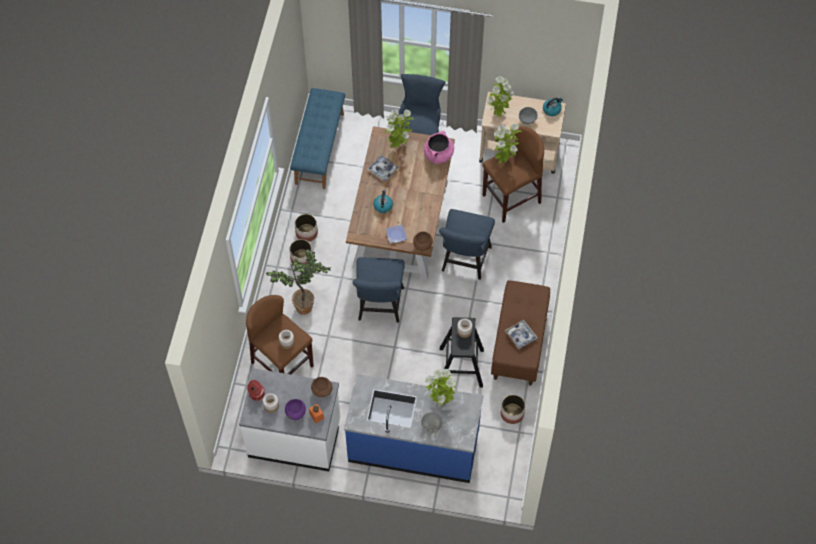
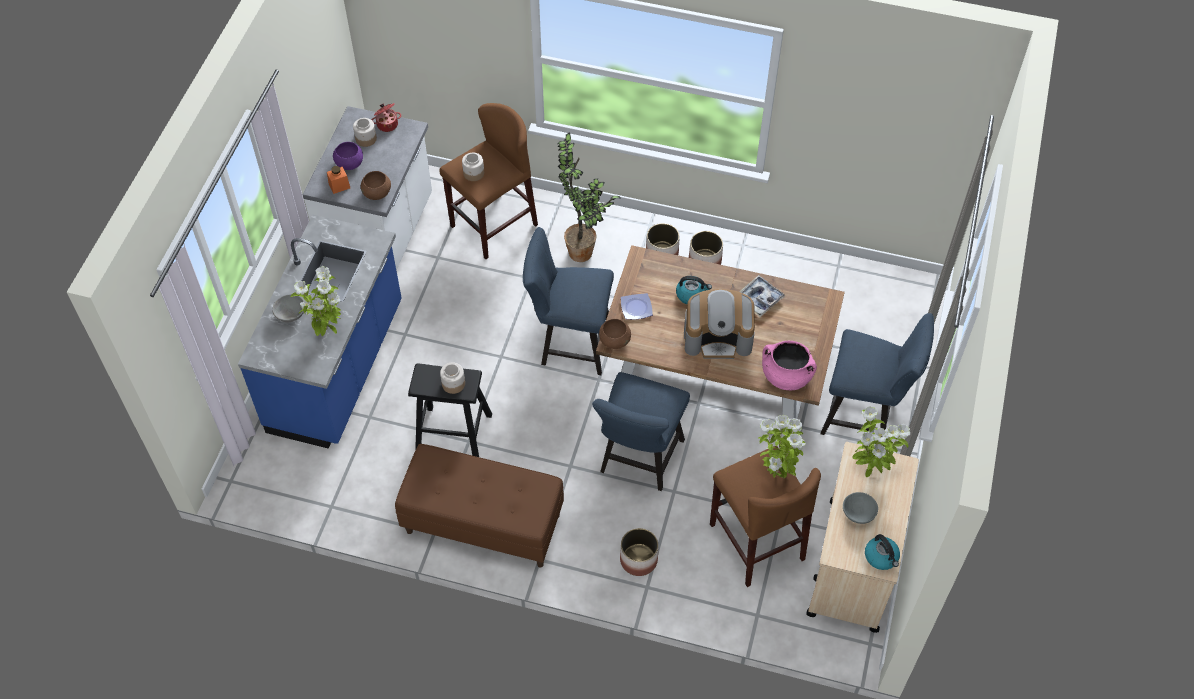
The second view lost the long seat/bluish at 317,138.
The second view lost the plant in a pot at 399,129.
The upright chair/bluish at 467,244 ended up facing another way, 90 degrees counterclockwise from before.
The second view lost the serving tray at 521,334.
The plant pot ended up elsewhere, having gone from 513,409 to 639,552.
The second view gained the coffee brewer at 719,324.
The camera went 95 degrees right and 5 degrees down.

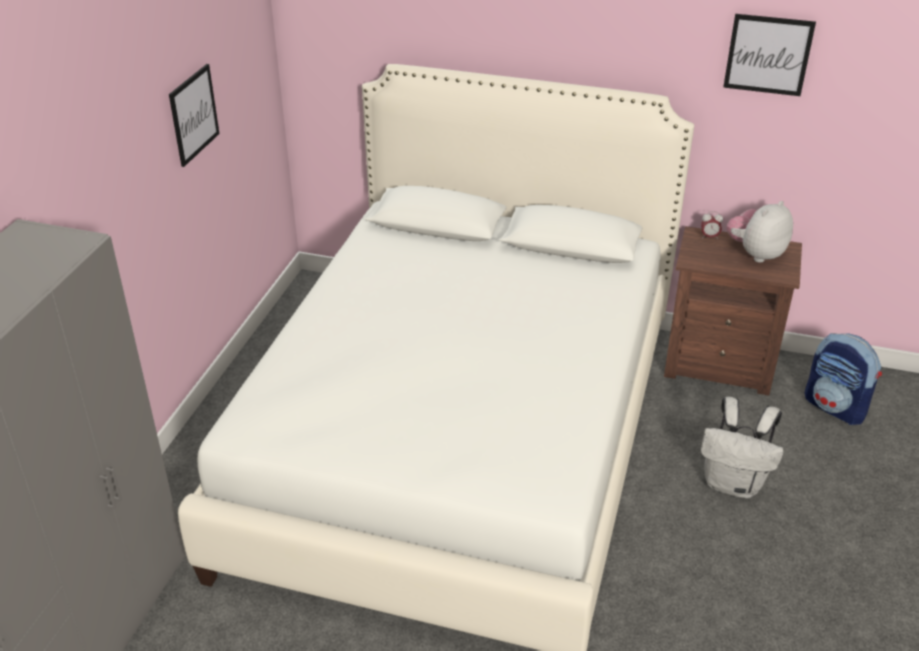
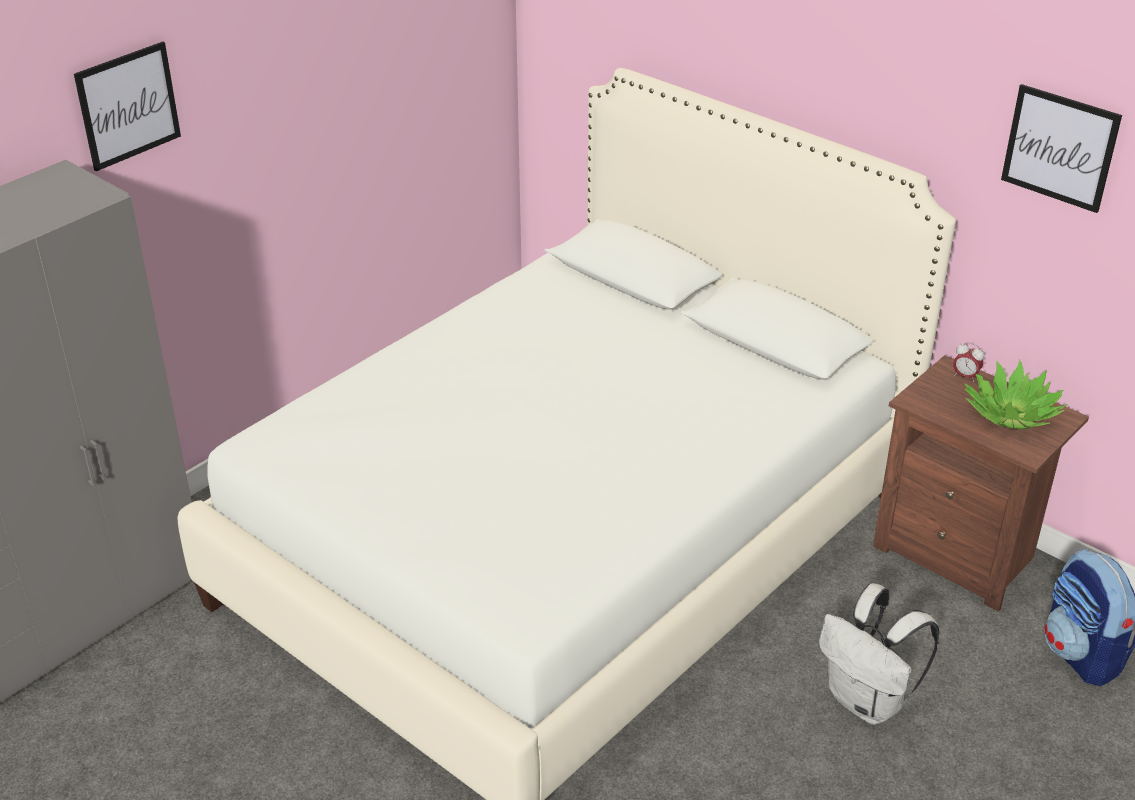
The picture ended up elsewhere, having gone from 194,115 to 127,106.
Where the cuddly toy stood at 760,232, the plant in a pot came to stand at 1016,394.
The camera went 25 degrees right and 0 degrees up.

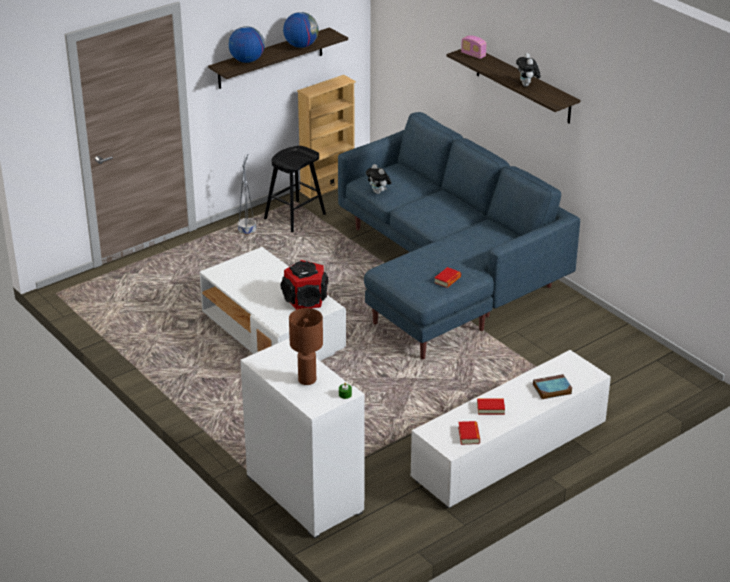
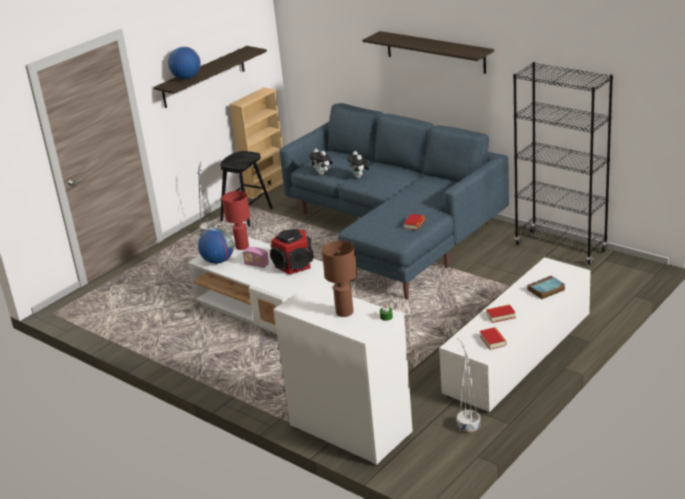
The globe ended up elsewhere, having gone from 300,30 to 216,246.
The radio set ended up elsewhere, having gone from 474,47 to 256,257.
The cuddly toy ended up elsewhere, having gone from 528,70 to 358,164.
The second view gained the bookshelf/blackish at 563,163.
The second view gained the lamp for a table/reddish at 236,220.
The second view gained the plant pot/whitish at 468,385.
The camera went 10 degrees left and 5 degrees down.

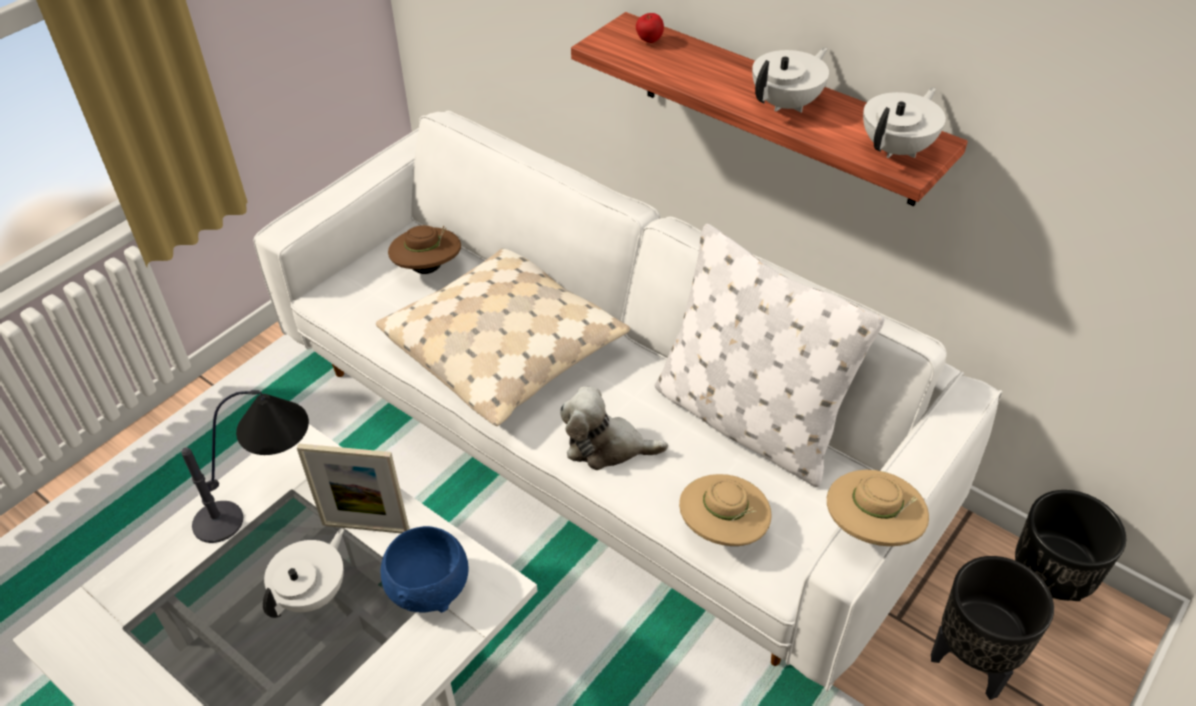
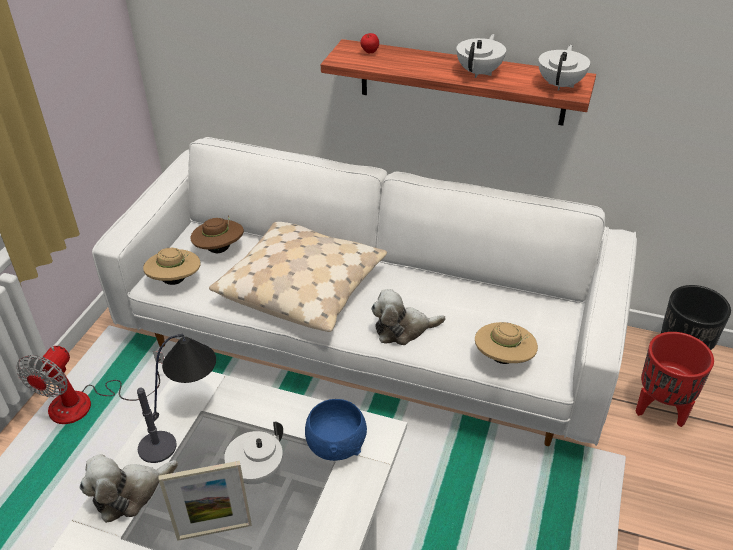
The second view lost the throw pillow/whitish at 769,355.
The standing frame ended up elsewhere, having gone from 353,488 to 205,501.
The hat/sand-coloured ended up elsewhere, having gone from 878,508 to 171,266.
The tea pot/whitish at 303,573 ended up facing another way, 150 degrees counterclockwise from before.
What was the plant pot/blackish at 992,628 turned into the plant pot/reddish at 674,379.
The second view gained the electric fan at 90,385.
The second view gained the cuddly toy at 128,488.
The camera went 20 degrees left and 5 degrees down.

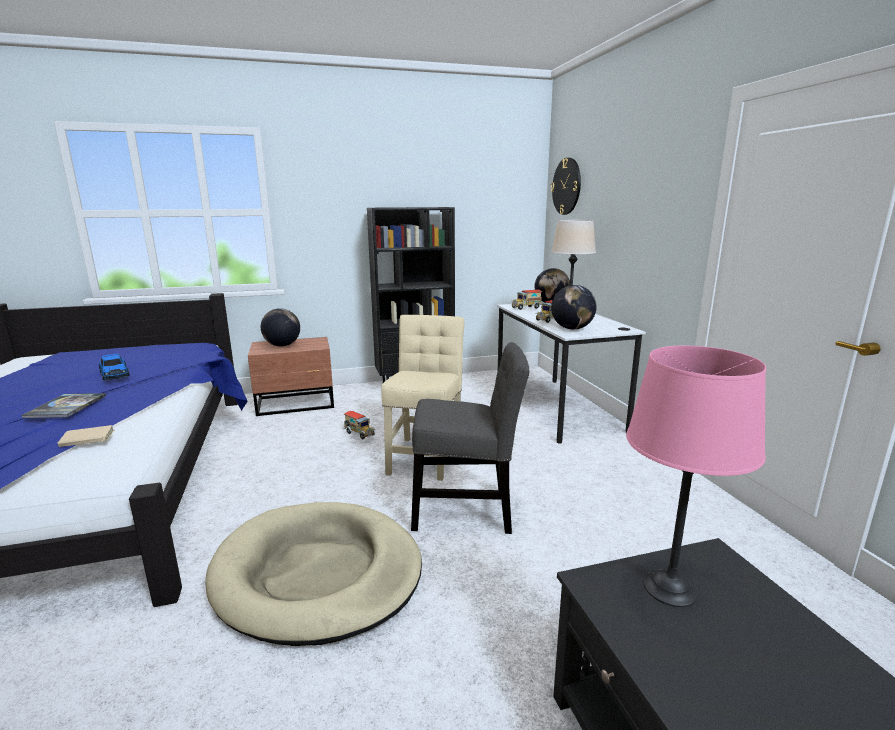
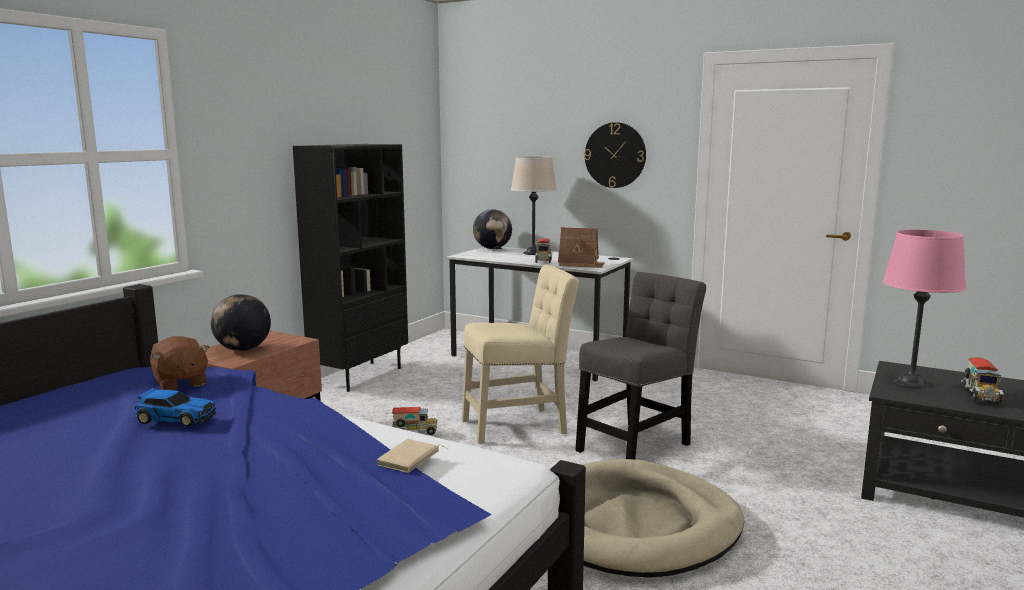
The hanging clock ended up elsewhere, having gone from 566,186 to 615,155.
Where the globe stood at 574,307, the model house came to stand at 581,247.
The model truck ended up elsewhere, having gone from 526,300 to 982,381.
The upright chair/sand-coloured at 422,398 ended up facing another way, 105 degrees clockwise from before.
The second view lost the book at 63,405.
The second view gained the cuddly toy/brownish at 180,363.
The camera went 45 degrees left and 5 degrees down.

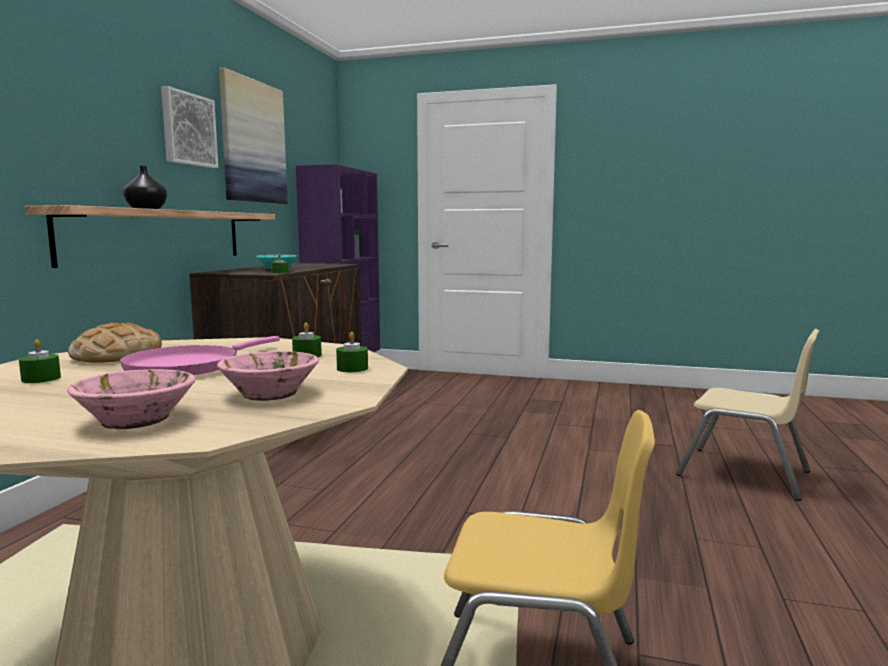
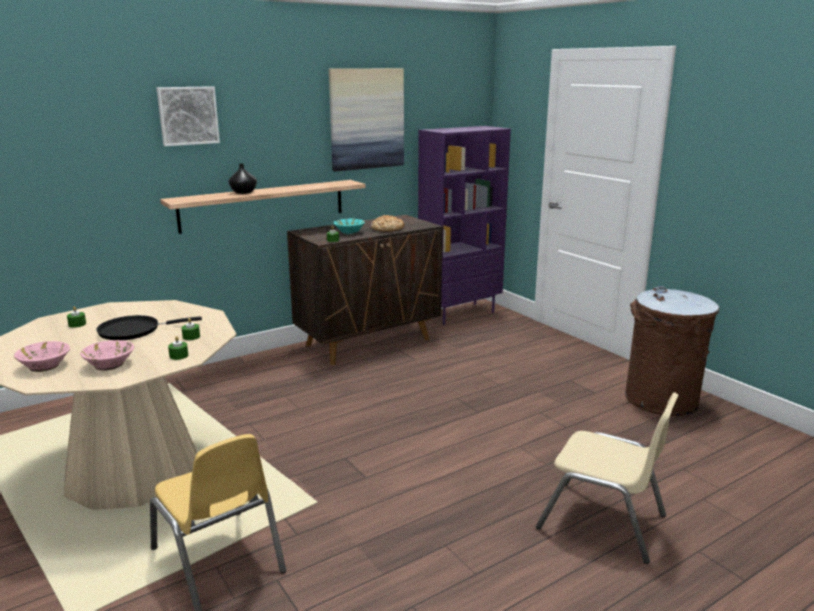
The picture ended up elsewhere, having gone from 189,127 to 188,116.
The bakery bread ended up elsewhere, having gone from 115,343 to 387,223.
The upright chair/sand-coloured at 748,415 ended up facing another way, 45 degrees counterclockwise from before.
What was the pan/pink-coloured at 200,355 turned into the pan/blackish at 149,327.
The second view gained the rubbish bin/brownish at 672,351.
The camera went 40 degrees right and 10 degrees up.

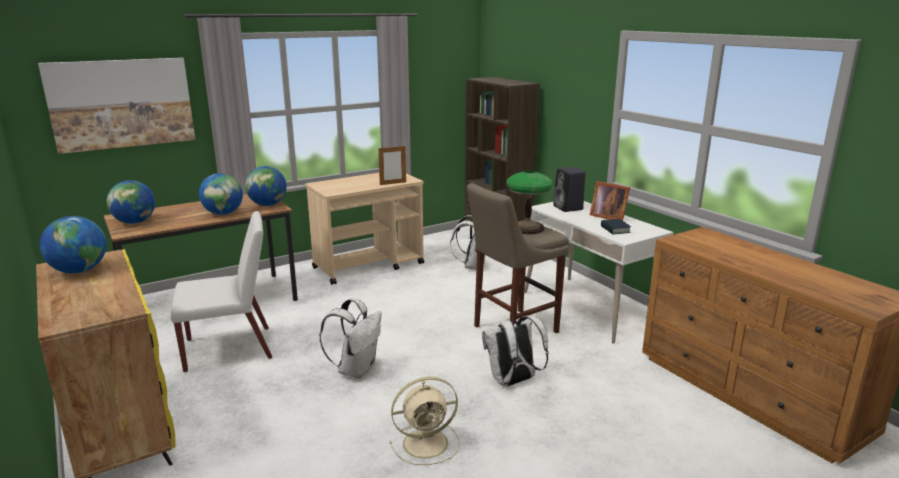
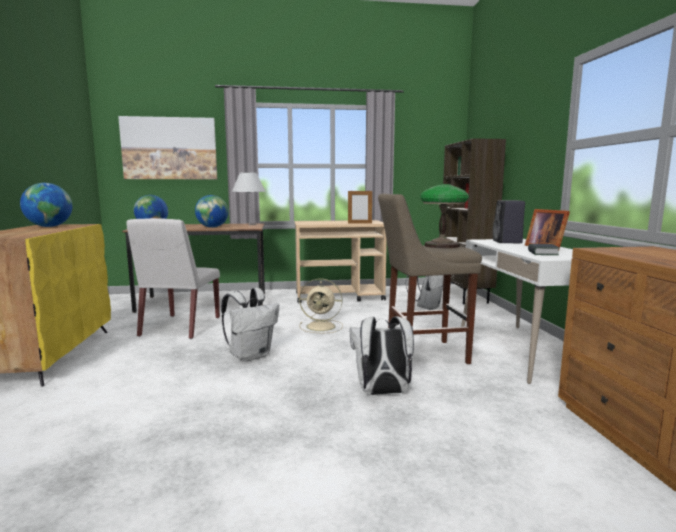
Where the globe stood at 266,186, the lamp for a table/whitish came to stand at 249,194.
The upright chair/whitish at 221,291 ended up facing another way, 90 degrees clockwise from before.
The electric fan/sand-coloured ended up elsewhere, having gone from 424,421 to 321,306.
The camera went 25 degrees right and 10 degrees down.

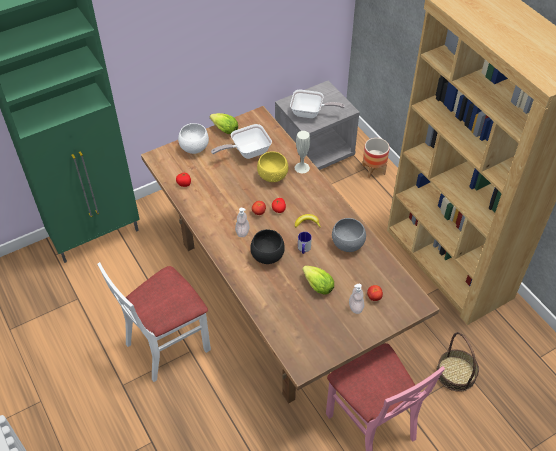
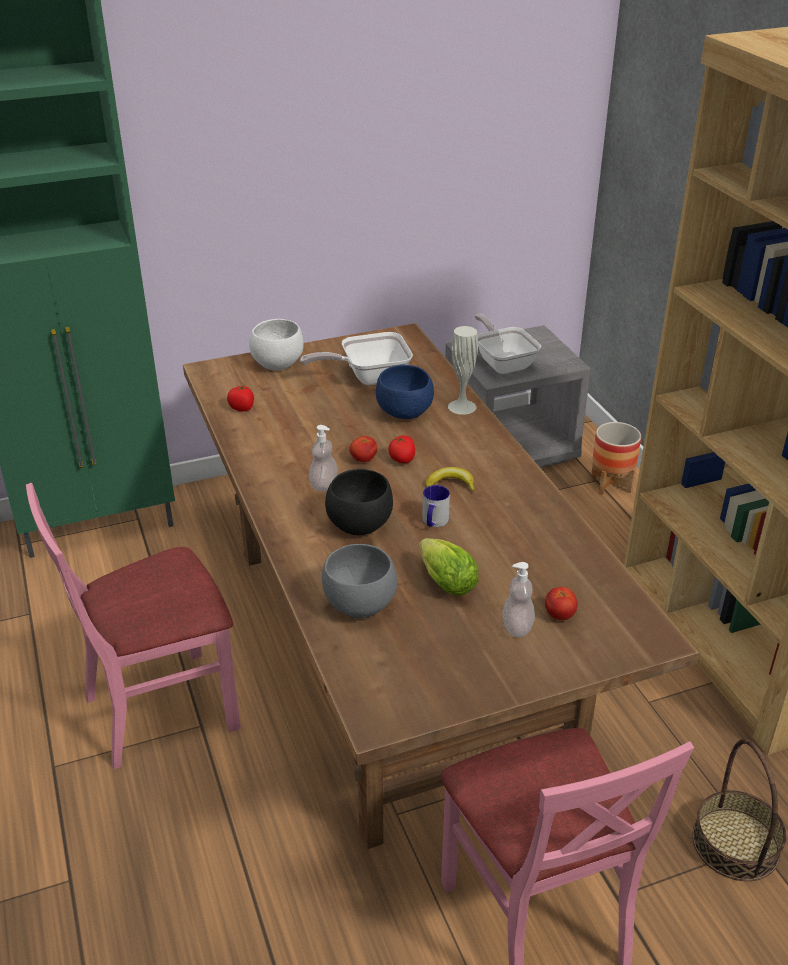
The pan at 317,104 ended up facing another way, 135 degrees counterclockwise from before.
The second view lost the lettuce at 224,123.
What was the deep dish/yellow-coloured at 272,166 turned into the deep dish/bluish at 405,392.
The deep dish/grey ended up elsewhere, having gone from 349,235 to 359,581.
What was the upright chair/whitish at 154,322 turned into the upright chair/pink-coloured at 133,626.
The camera went 10 degrees right and 15 degrees down.

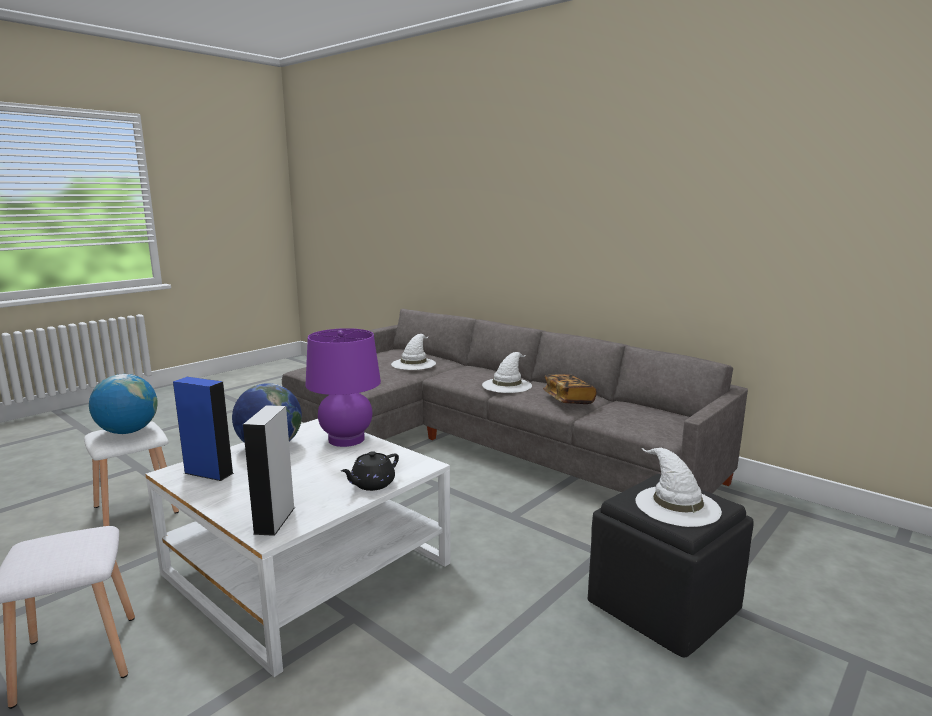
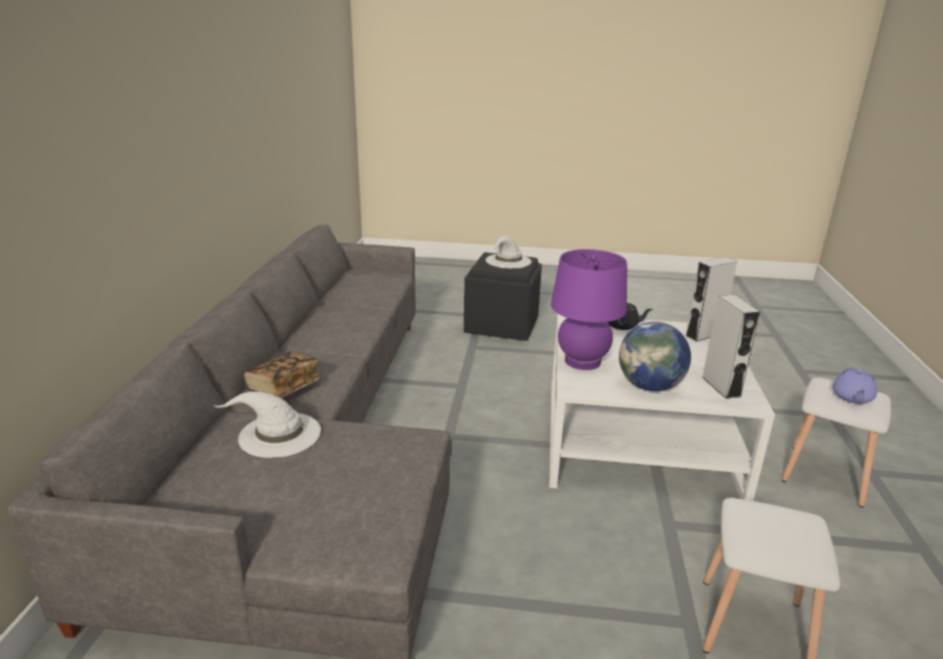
The second view lost the hat/whitish at 507,372.
The second view lost the globe at 123,404.
The book ended up elsewhere, having gone from 570,389 to 282,374.
What was the loudspeaker/bluish at 203,429 turned into the loudspeaker/grey at 731,347.
The second view gained the tea pot/purplish at 855,385.
The camera went 125 degrees left and 10 degrees up.

